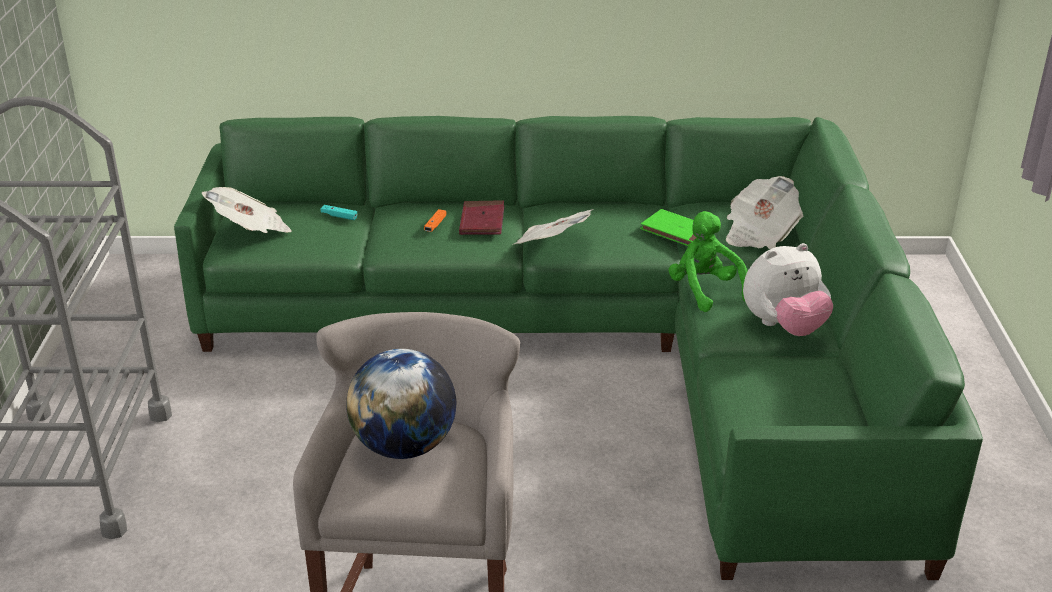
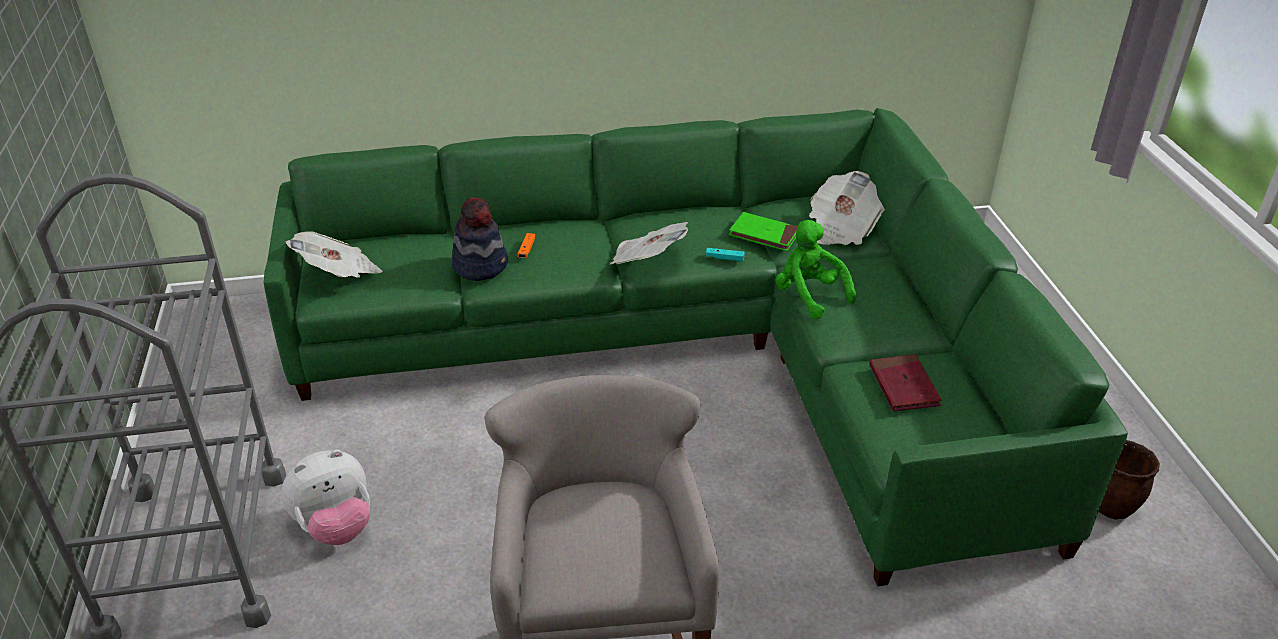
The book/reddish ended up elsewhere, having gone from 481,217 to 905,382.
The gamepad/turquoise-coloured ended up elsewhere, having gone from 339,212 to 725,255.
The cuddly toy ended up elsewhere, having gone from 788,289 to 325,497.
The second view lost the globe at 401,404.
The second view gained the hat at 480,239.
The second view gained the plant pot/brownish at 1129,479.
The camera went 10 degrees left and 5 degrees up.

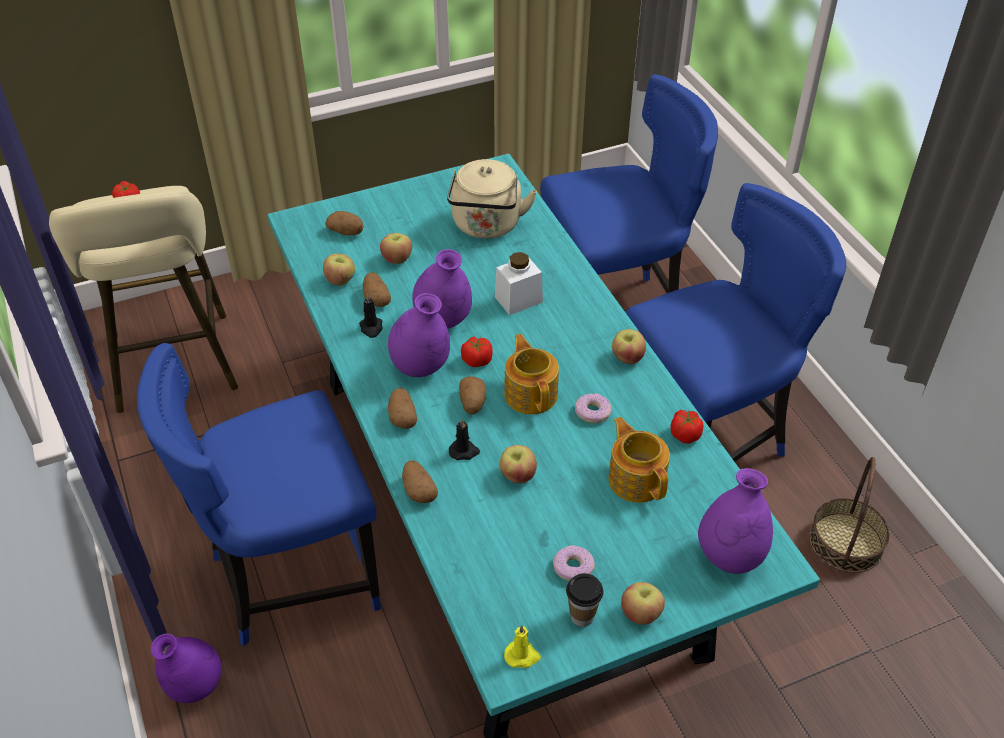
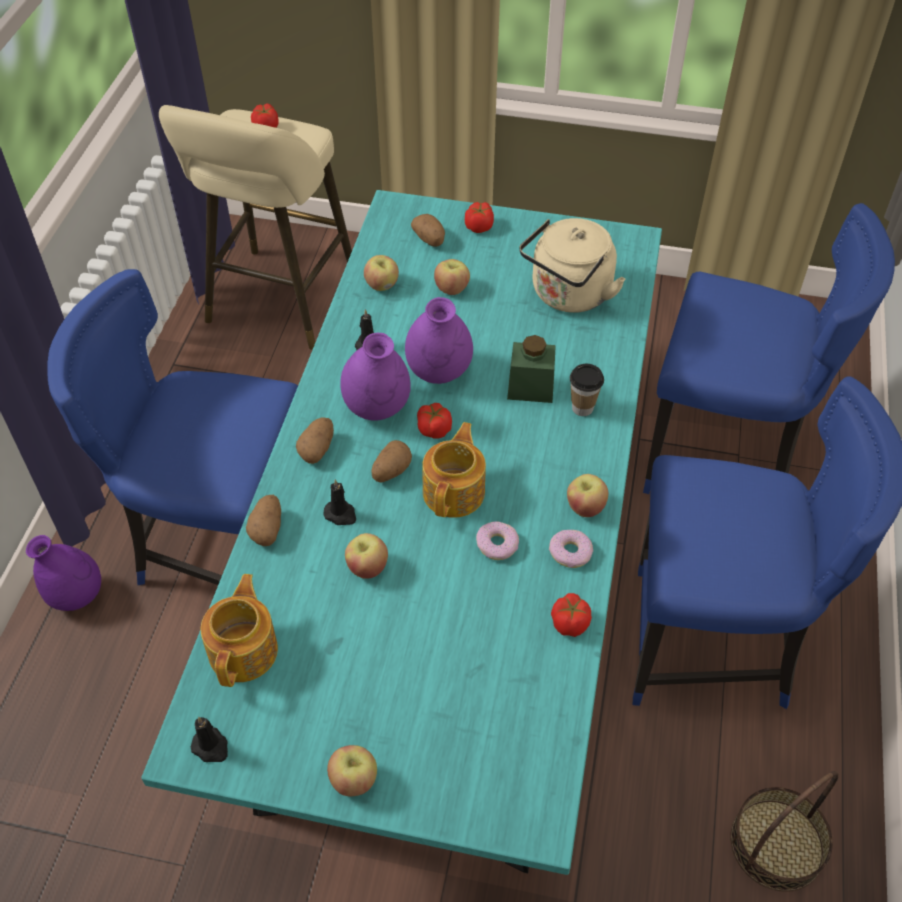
What was the jar/whitish at 519,283 turned into the jar/green at 531,369.
The second view lost the spud at 377,289.
The tea pot ended up elsewhere, having gone from 639,460 to 239,630.
The second view lost the decorative vase/purplish at 735,521.
The ring doughnut ended up elsewhere, having gone from 574,563 to 571,549.
The drinking cup ended up elsewhere, having gone from 584,600 to 587,390.
What was the wax light/yellow-coloured at 522,646 turned into the wax light/blackish at 209,739.
The second view gained the tomato at 479,217.
The camera went 35 degrees right and 5 degrees up.

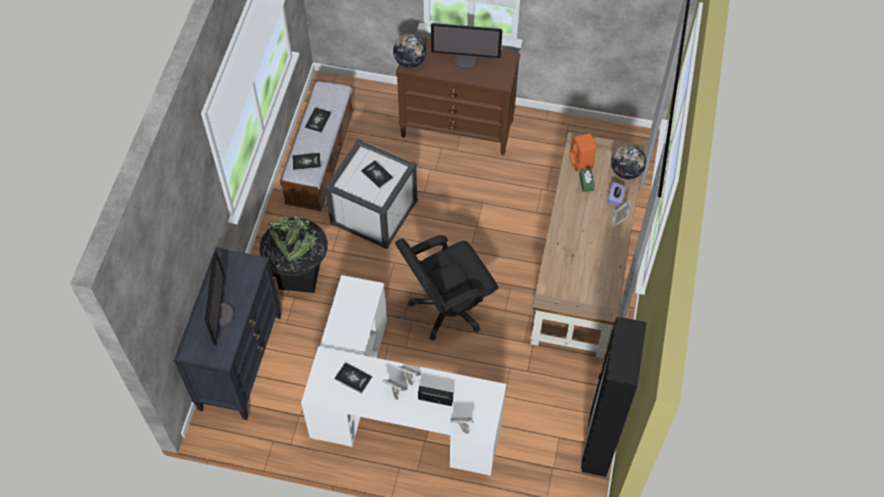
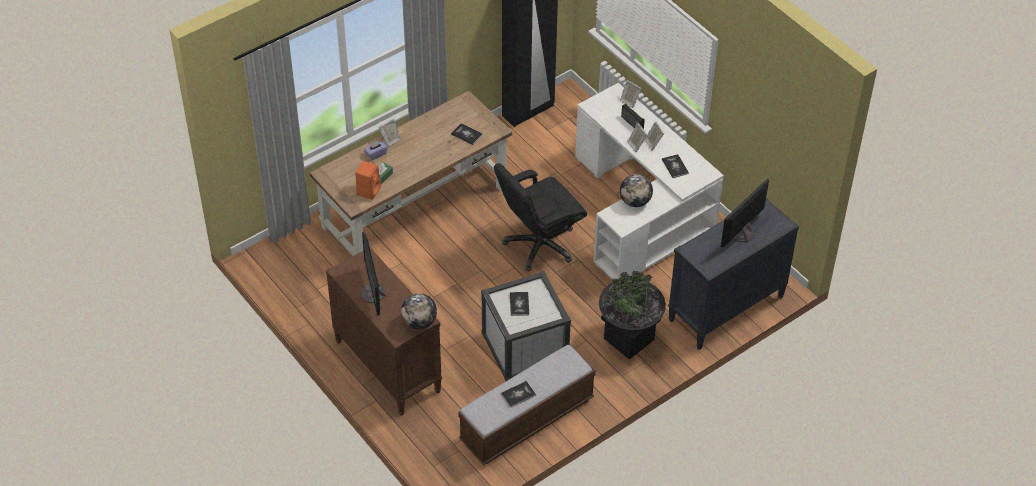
The computer screen at 467,46 ended up facing another way, 150 degrees counterclockwise from before.
The globe ended up elsewhere, having gone from 628,162 to 636,190.
The book ended up elsewhere, having gone from 306,162 to 467,134.
The office chair/blackish at 446,288 ended up facing another way, 135 degrees clockwise from before.
The camera went 140 degrees left and 10 degrees down.

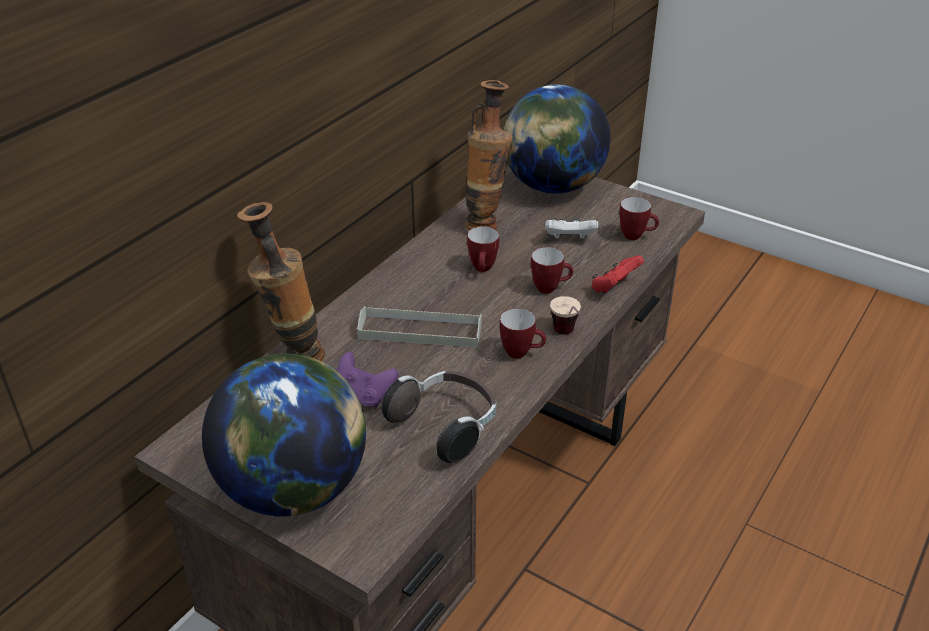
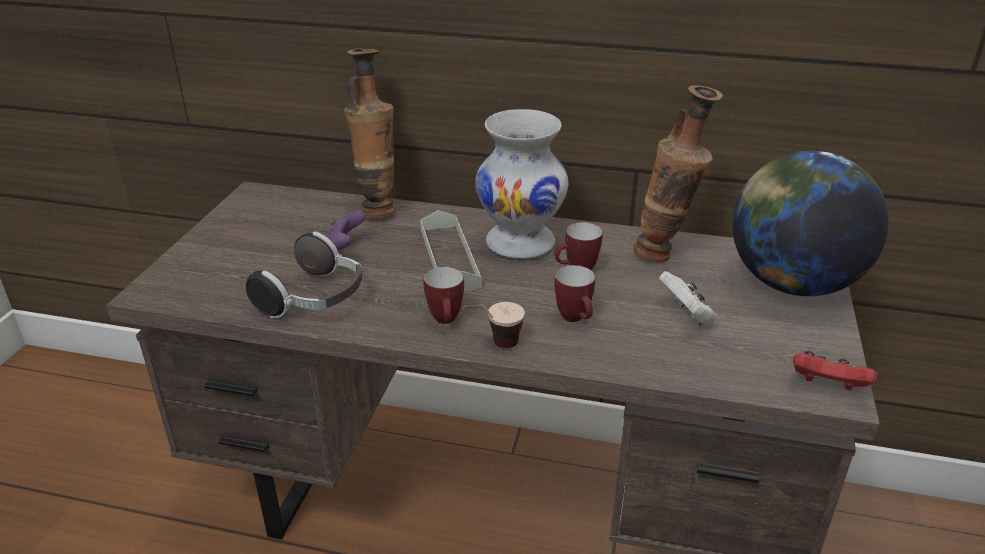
The second view lost the mug at 639,218.
The gamepad/reddish ended up elsewhere, having gone from 618,274 to 835,371.
The second view lost the globe at 284,435.
The second view gained the decorative vase/whitish at 521,184.
The camera went 70 degrees right and 5 degrees down.

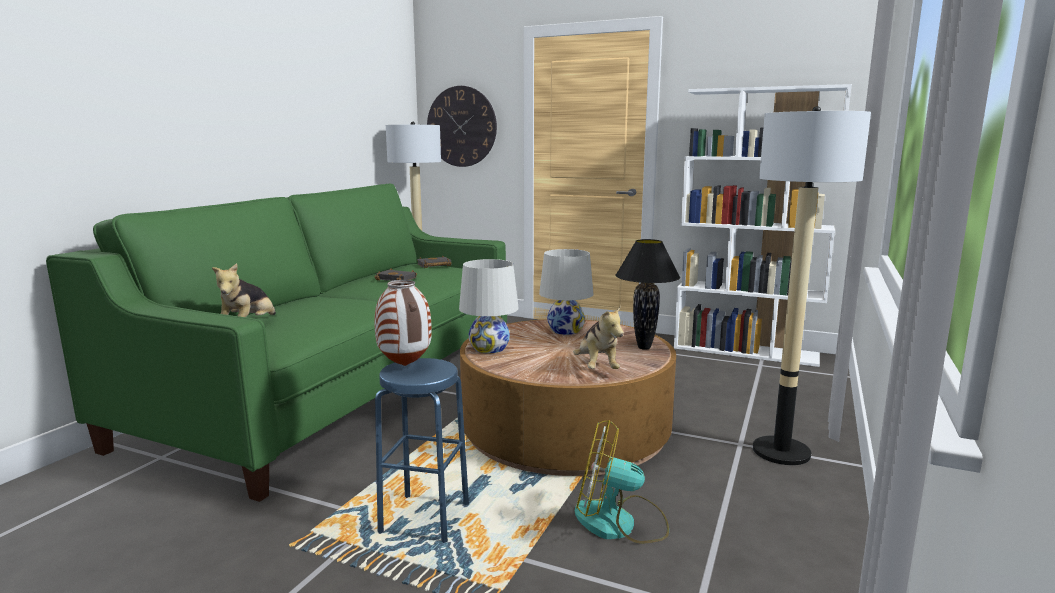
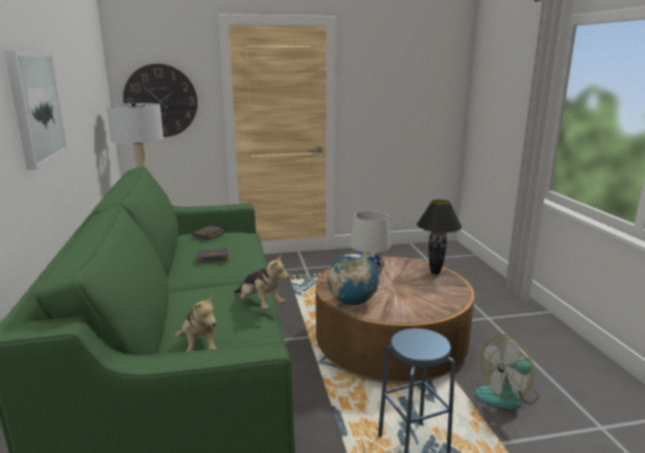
The second view lost the bookshelf/whitish at 763,225.
The second view lost the standing lamp at 812,285.
Where the lamp for a table/whitish stood at 488,306, the globe came to stand at 353,279.
The second view lost the decorative vase at 403,323.
The cuddly toy ended up elsewhere, having gone from 598,337 to 261,281.
The second view gained the picture at 36,110.
The camera went 35 degrees left and 5 degrees up.

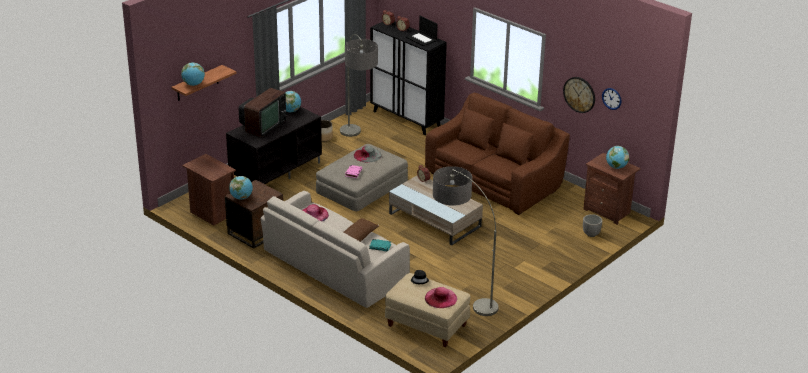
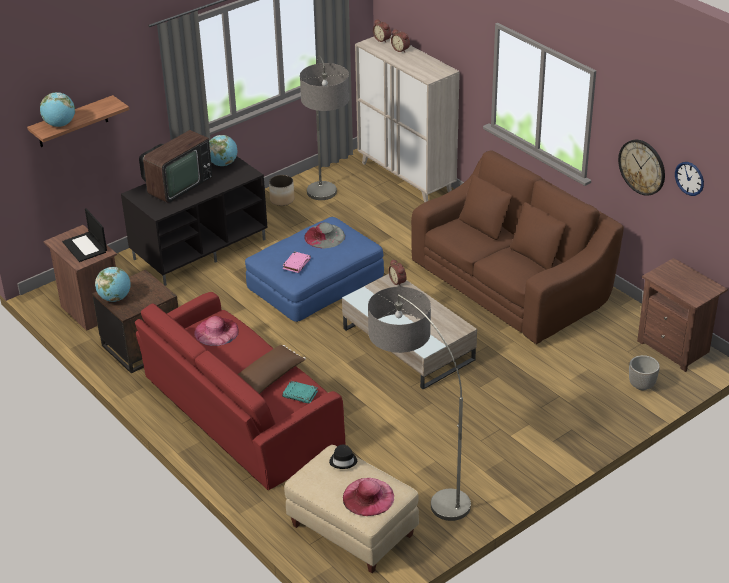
The portable computer ended up elsewhere, having gone from 422,31 to 84,235.
What was the cabinet/blackish at 408,78 turned into the cabinet/sand-coloured at 407,118.
What was the pouffe/sand-coloured at 362,178 turned into the pouffe/bluish at 314,269.
The second view lost the globe at 617,157.
What was the sofa/sand-coloured at 335,249 turned into the sofa/reddish at 240,391.
The camera went 10 degrees right and 5 degrees up.

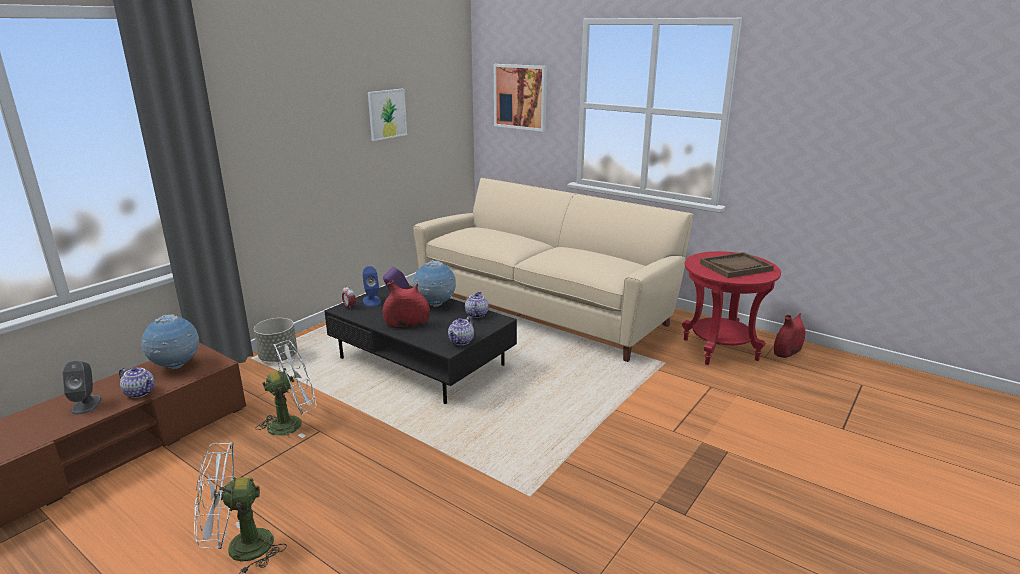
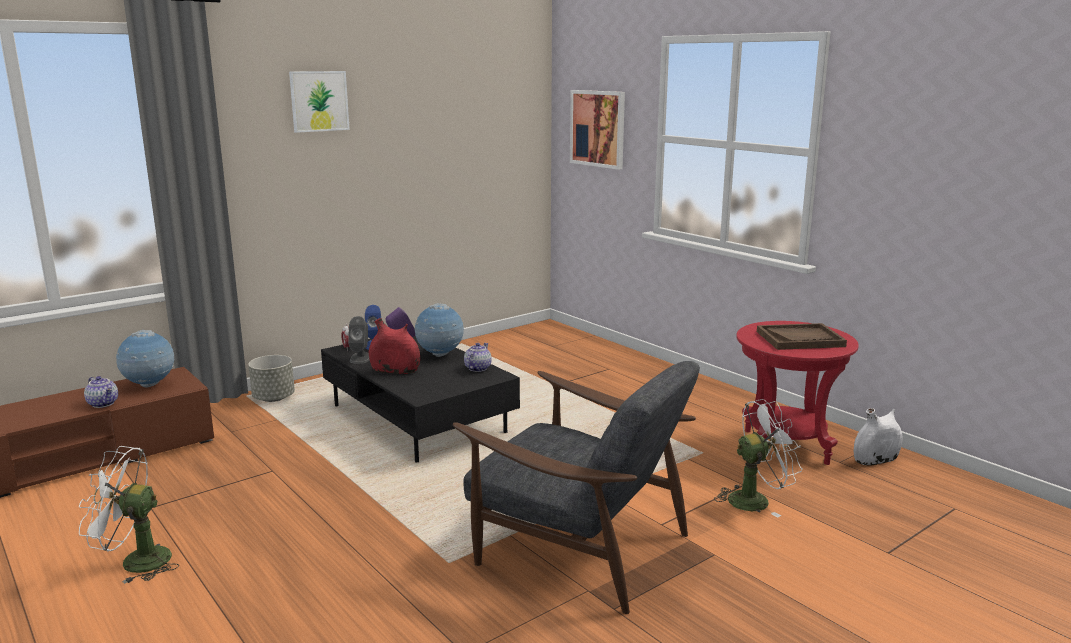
The picture ended up elsewhere, having gone from 387,115 to 319,102.
The second view lost the sofa/sand-coloured at 553,270.
What was the decorative vase/reddish at 789,335 turned into the decorative vase/whitish at 878,437.
The second view lost the tea pot at 461,330.
The electric fan/whitish ended up elsewhere, having gone from 285,389 to 758,458.
The loudspeaker/grey ended up elsewhere, having gone from 82,387 to 359,340.
The second view gained the lounge chair/grey at 576,487.
The camera went 15 degrees right and 5 degrees down.

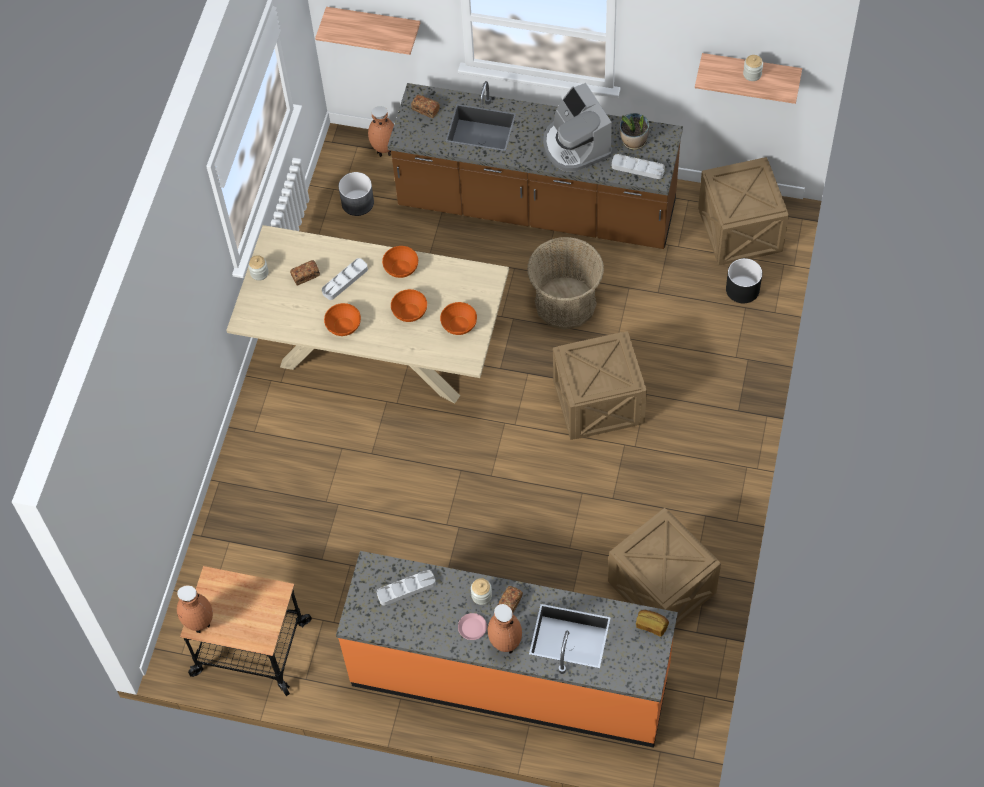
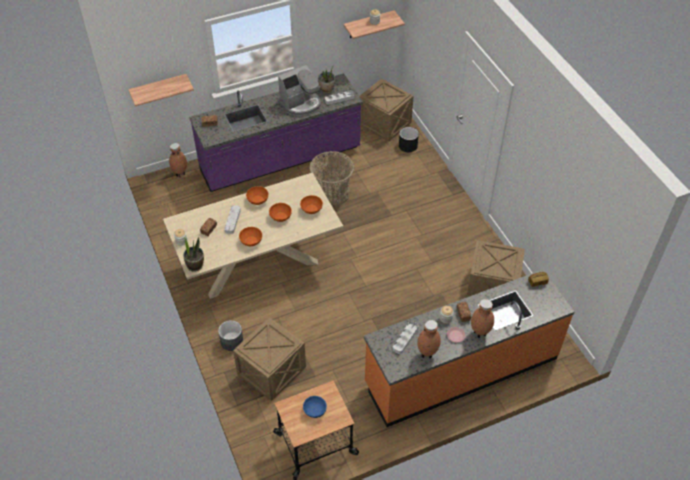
What was the kitchen base unit/brownish at 535,165 turned into the kitchen base unit/purplish at 276,132.
The coffee brewer at 577,127 ended up facing another way, 60 degrees counterclockwise from before.
The plant pot/grey ended up elsewhere, having gone from 356,194 to 230,335.
The crate ended up elsewhere, having gone from 600,385 to 269,359.
The decorative vase/brownish ended up elsewhere, having gone from 195,609 to 429,339.
The second view gained the plant in a pot at 193,254.
The second view gained the deep dish/bluish at 315,407.
The camera went 40 degrees left and 10 degrees down.

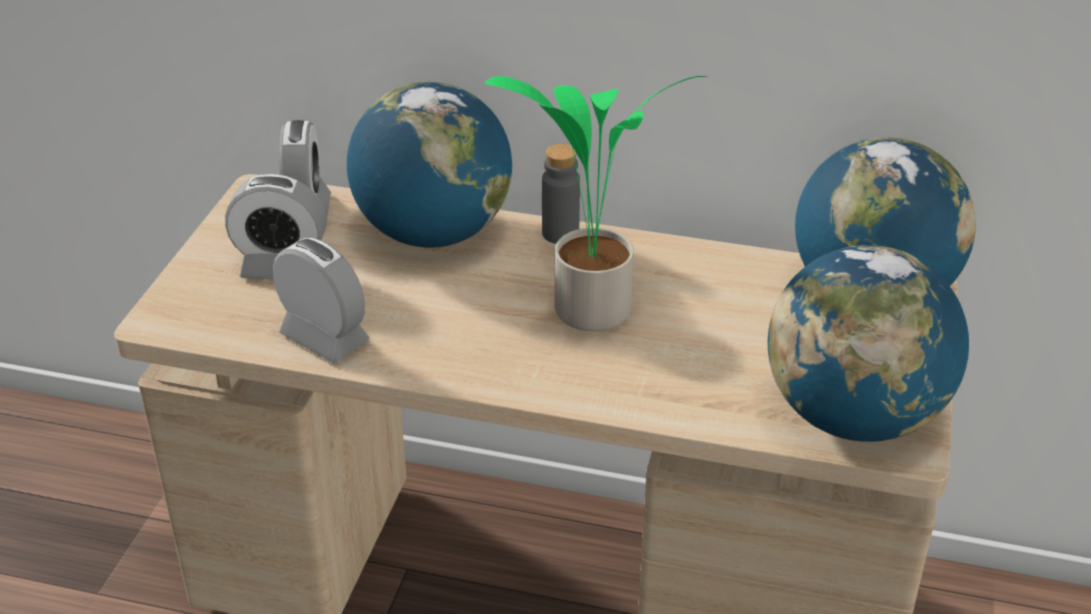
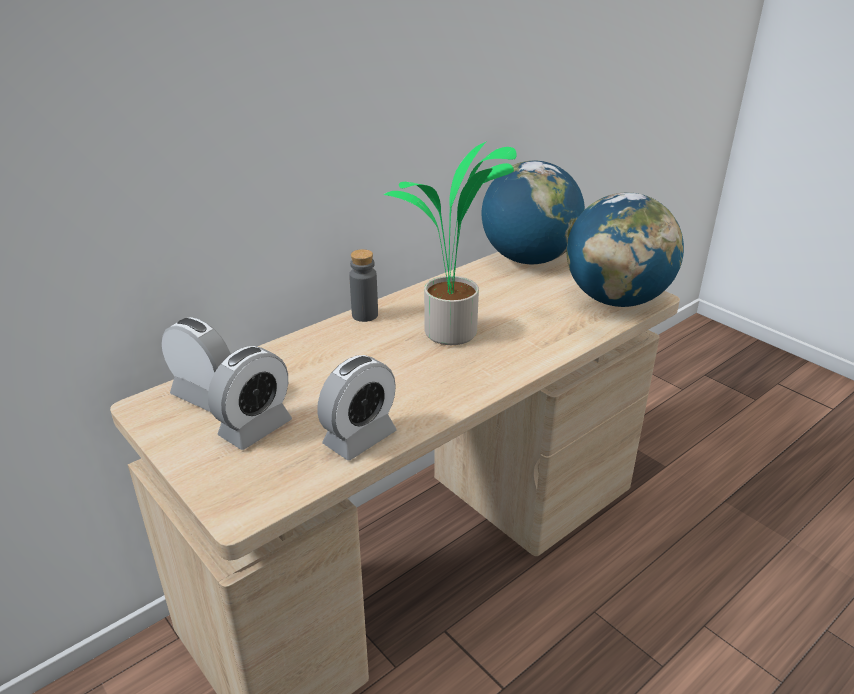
The second view lost the globe at 429,165.
The alarm clock at 321,300 ended up facing another way, 150 degrees clockwise from before.
The camera went 55 degrees left and 5 degrees down.

